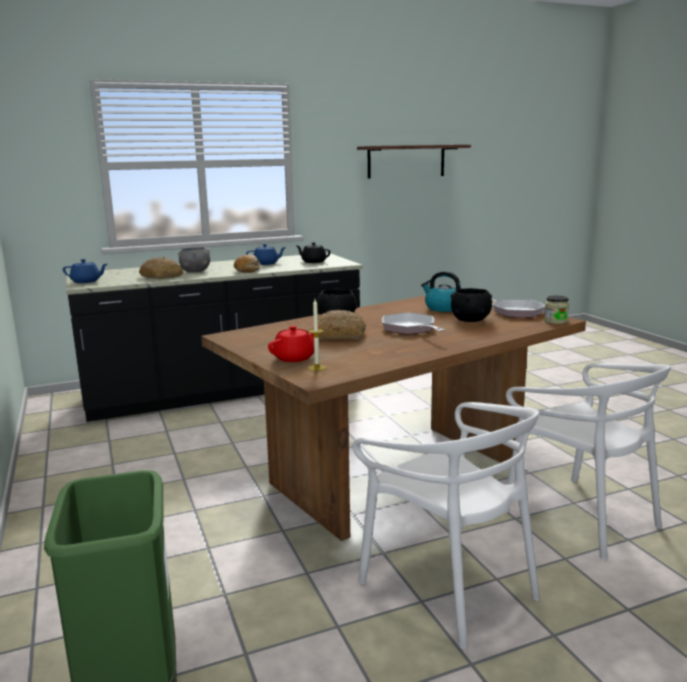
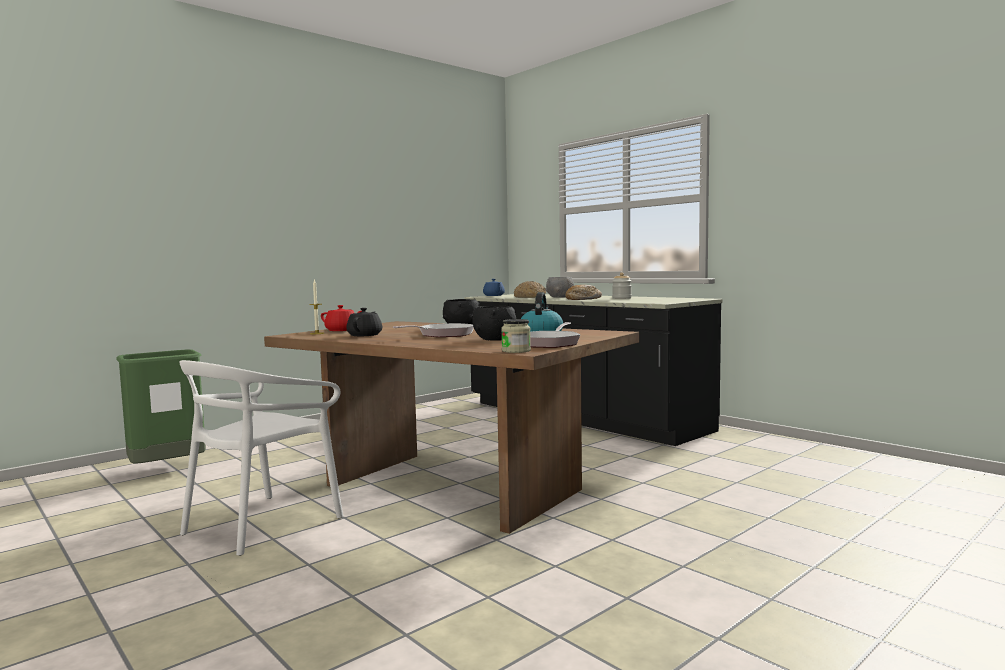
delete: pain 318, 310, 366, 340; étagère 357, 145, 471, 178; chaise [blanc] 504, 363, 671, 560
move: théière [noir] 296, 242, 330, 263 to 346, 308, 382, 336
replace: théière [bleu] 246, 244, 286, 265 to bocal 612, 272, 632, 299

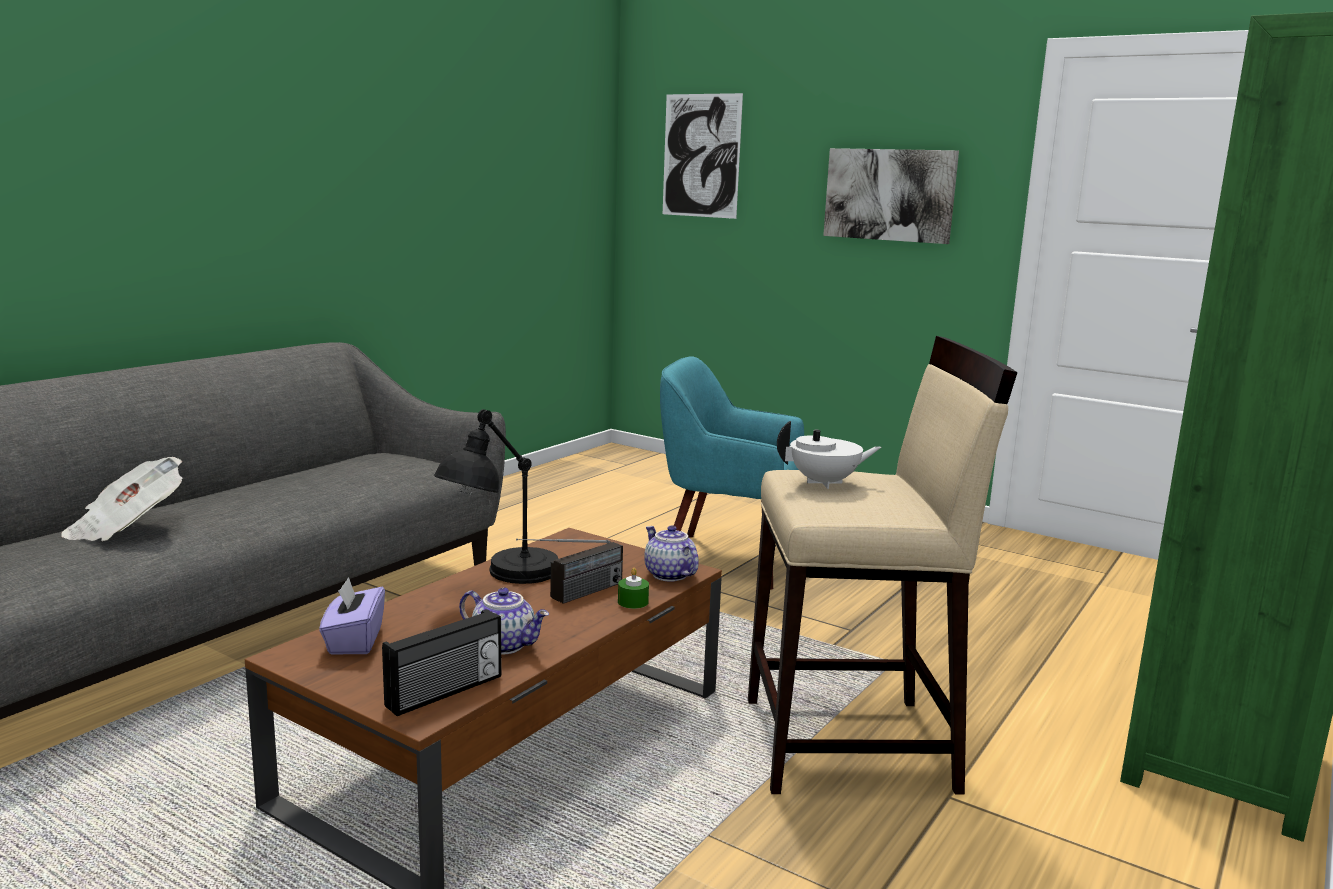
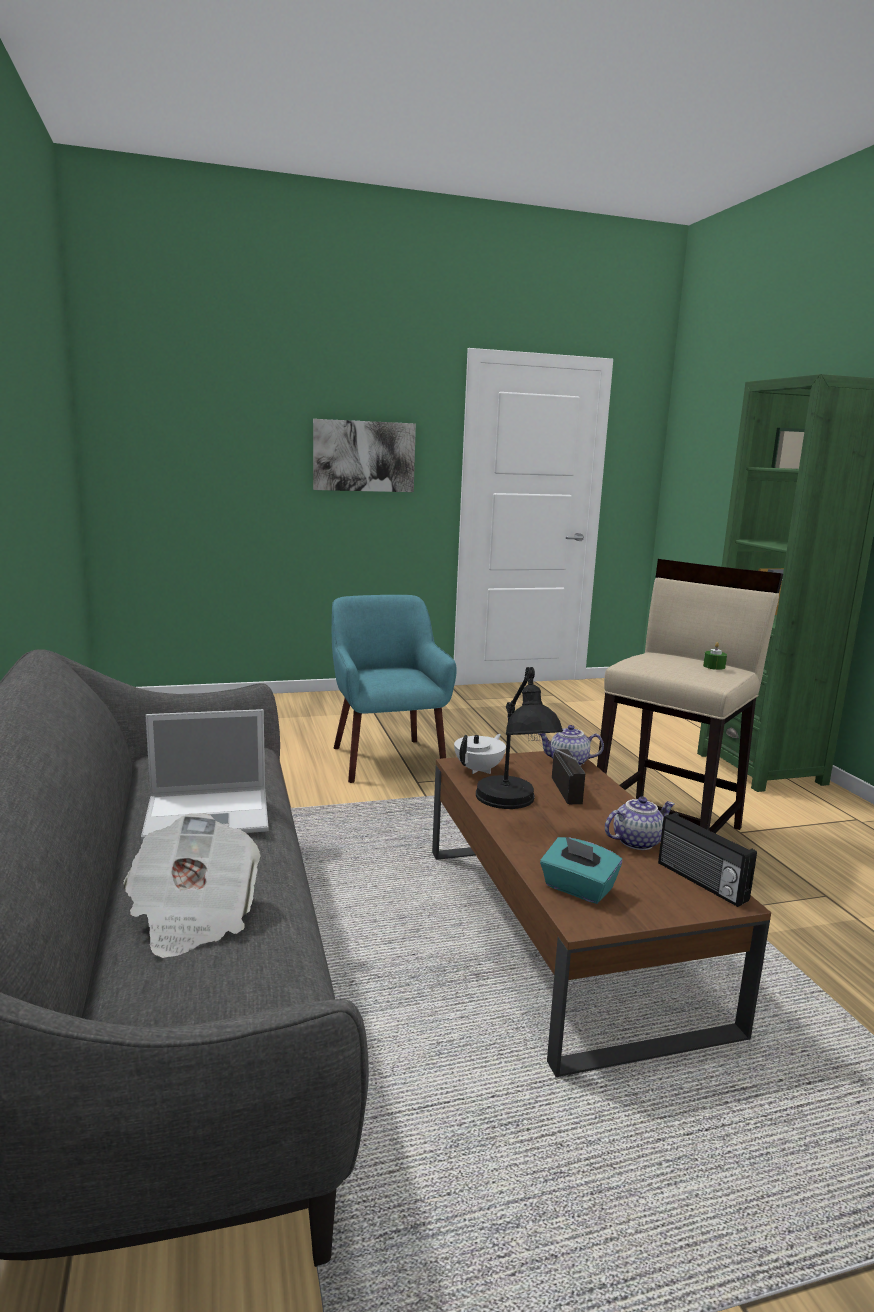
delete: tableau 663, 93, 743, 219
insert: ordinateur portable 141, 709, 269, 841
move: bougie [vert] 618, 568, 649, 609 to 703, 642, 727, 670; théière [blanc] 777, 421, 881, 489 to 454, 734, 506, 774
recolor: boîte à mouchoirs [violet] 319, 577, 385, 654 to boîte à mouchoirs [turquoise] 540, 837, 622, 904
rotate: radio 382, 609, 501, 716 = 658, 813, 757, 907 150 degrees clockwise; fauteuil [turquoise] 660, 356, 804, 590 = 332, 595, 457, 783 105 degrees clockwise

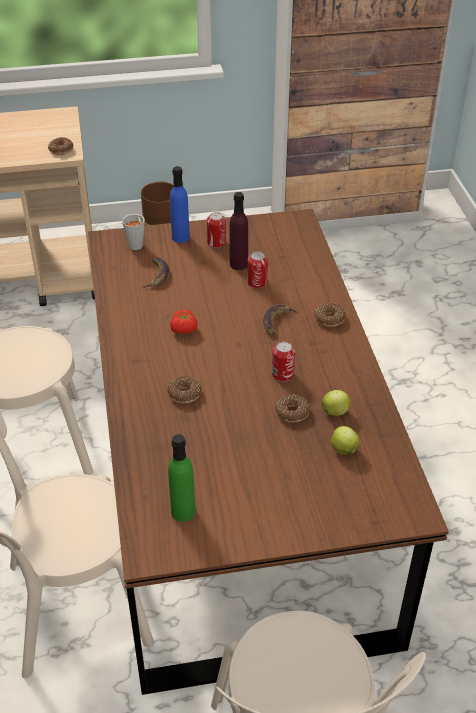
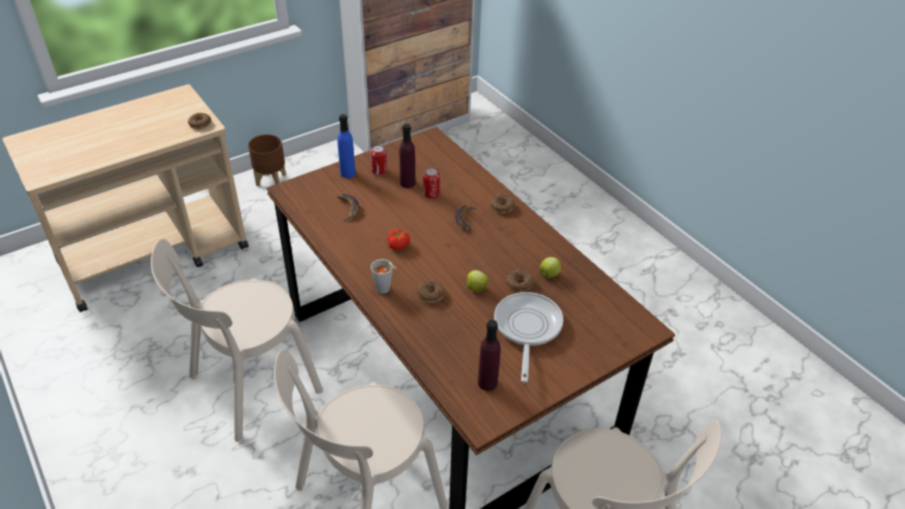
delete: boîte métallique 272, 341, 295, 382
insert: poêle 494, 292, 564, 382
move: tasse [gris] 122, 214, 145, 250 to 371, 259, 396, 294; pomme 331, 426, 360, 455 to 466, 270, 489, 292
recolor: bouteille [vert] 168, 434, 195, 522 to bouteille [violet] 478, 320, 501, 391

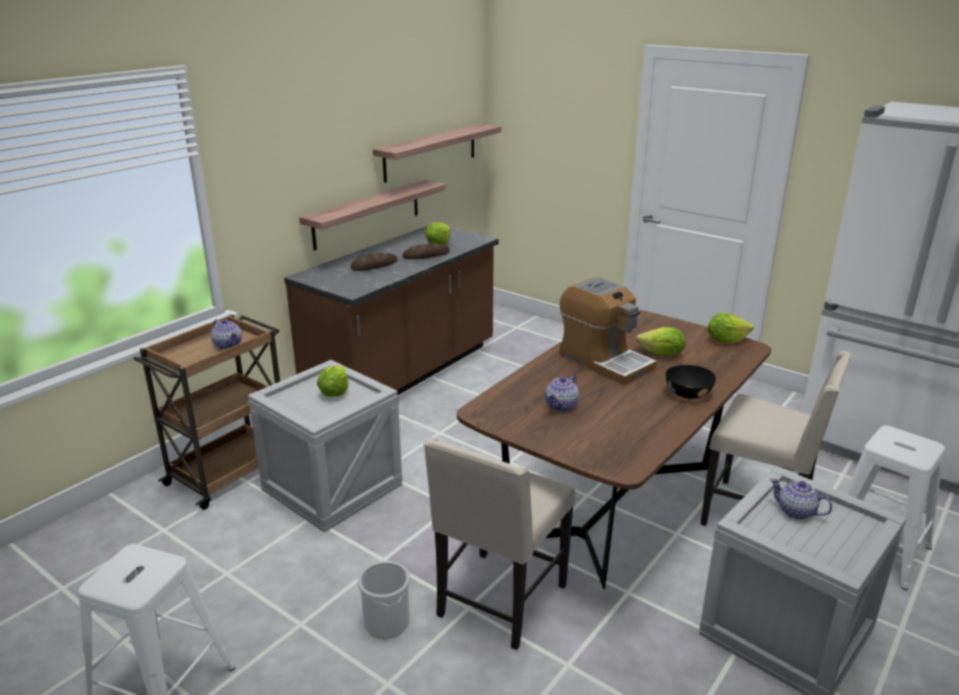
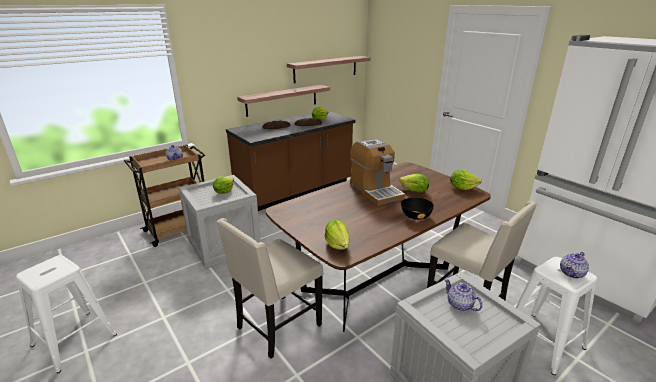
delete: seau 358, 561, 410, 639
insert: laitue 325, 220, 350, 250
move: théière 545, 375, 579, 412 to 560, 252, 589, 279

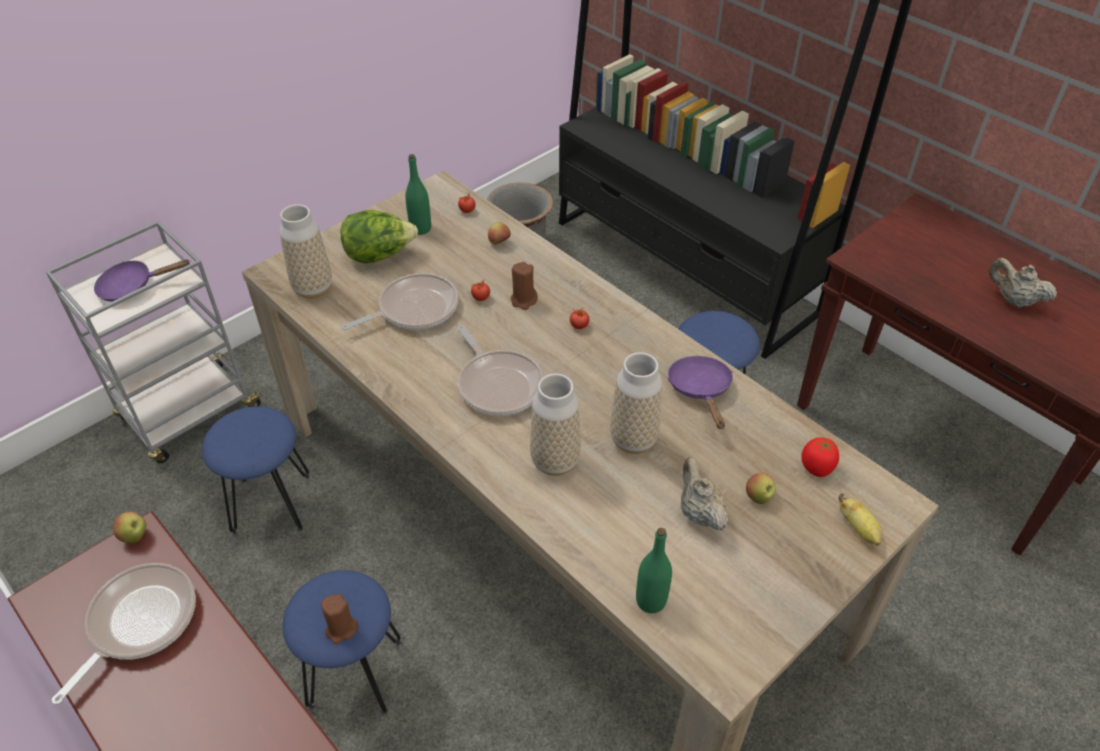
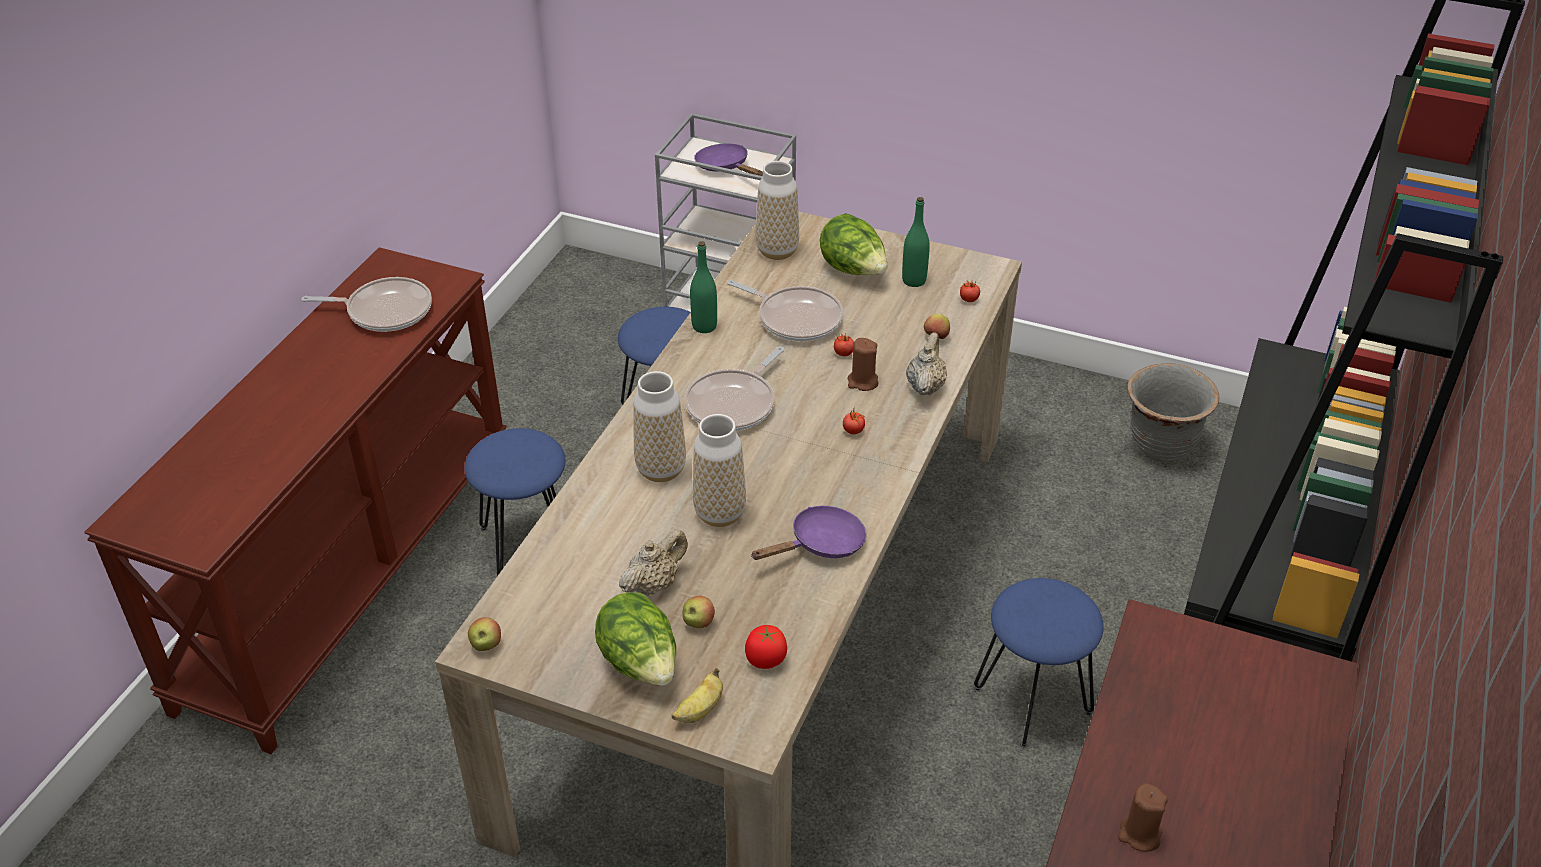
insert: laitue 595, 592, 676, 686
move: pomme 113, 512, 146, 543 to 468, 617, 501, 651; bougie [marron] 321, 594, 358, 645 to 1118, 783, 1168, 852; bouteille [vert] 636, 528, 672, 613 to 690, 241, 717, 333; théière [beige] 989, 258, 1057, 308 to 906, 332, 947, 395

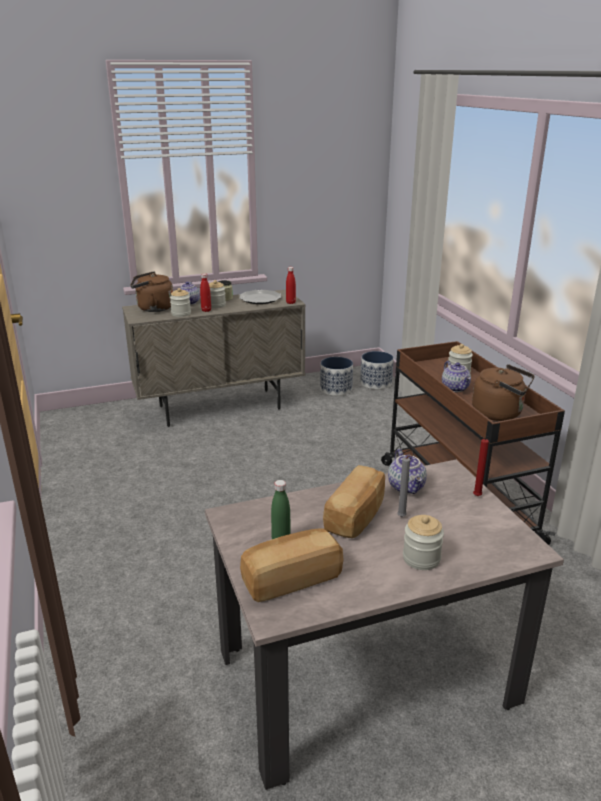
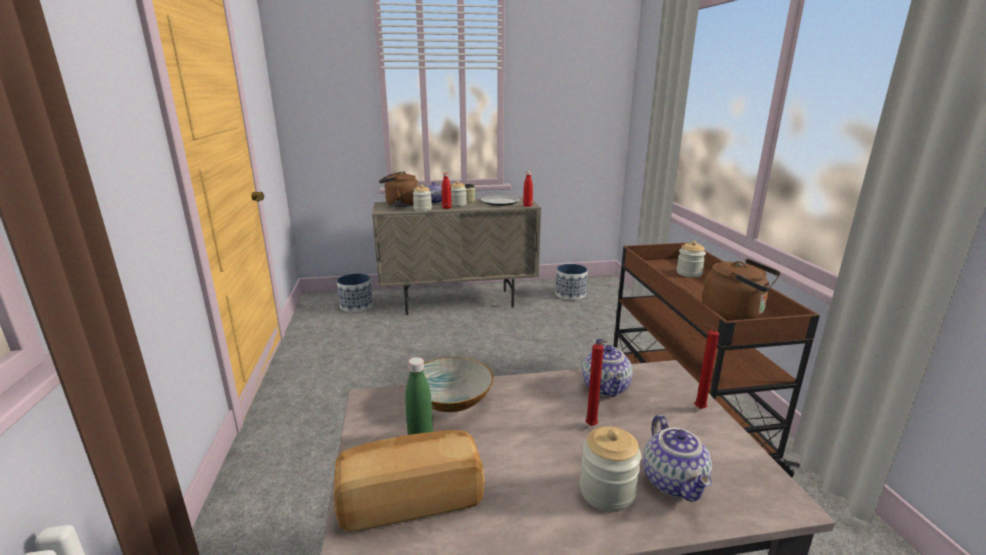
delete: pain 323, 465, 385, 538
insert: bol 423, 357, 494, 412
move: cache-pot 360, 351, 394, 390 to 337, 273, 373, 312; théière 442, 361, 471, 392 to 643, 415, 712, 501
recolor: bougie [gris] 397, 455, 413, 517 to bougie [rouge] 586, 341, 607, 426

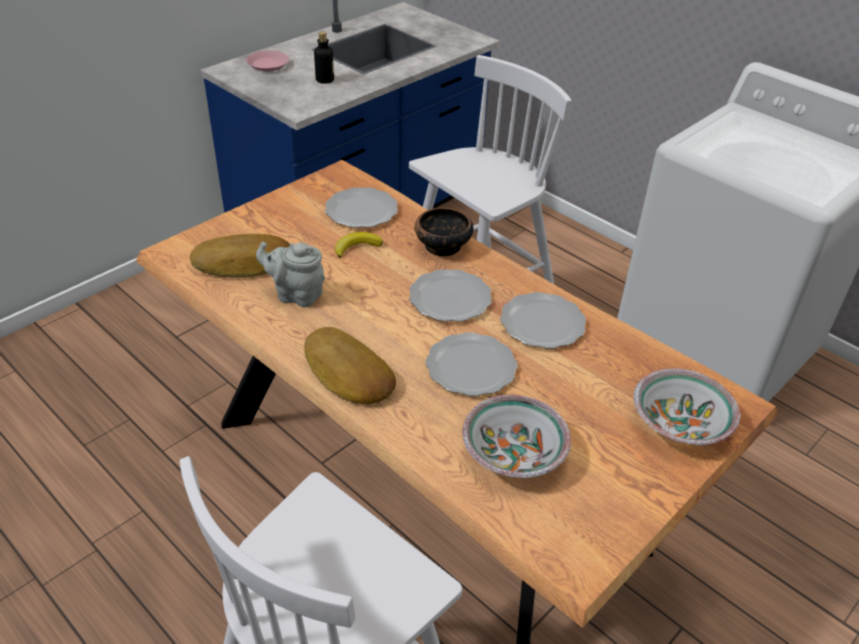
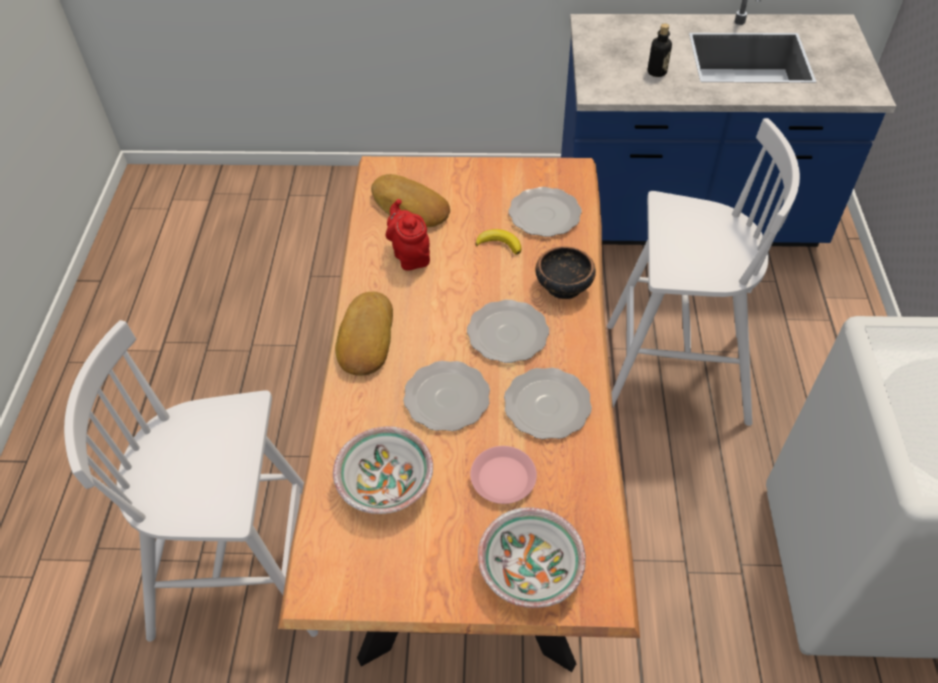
move: assiette [rose] 246, 51, 289, 71 to 470, 446, 537, 504
recolor: théière [gris] 256, 242, 325, 307 to théière [rouge] 386, 199, 430, 271

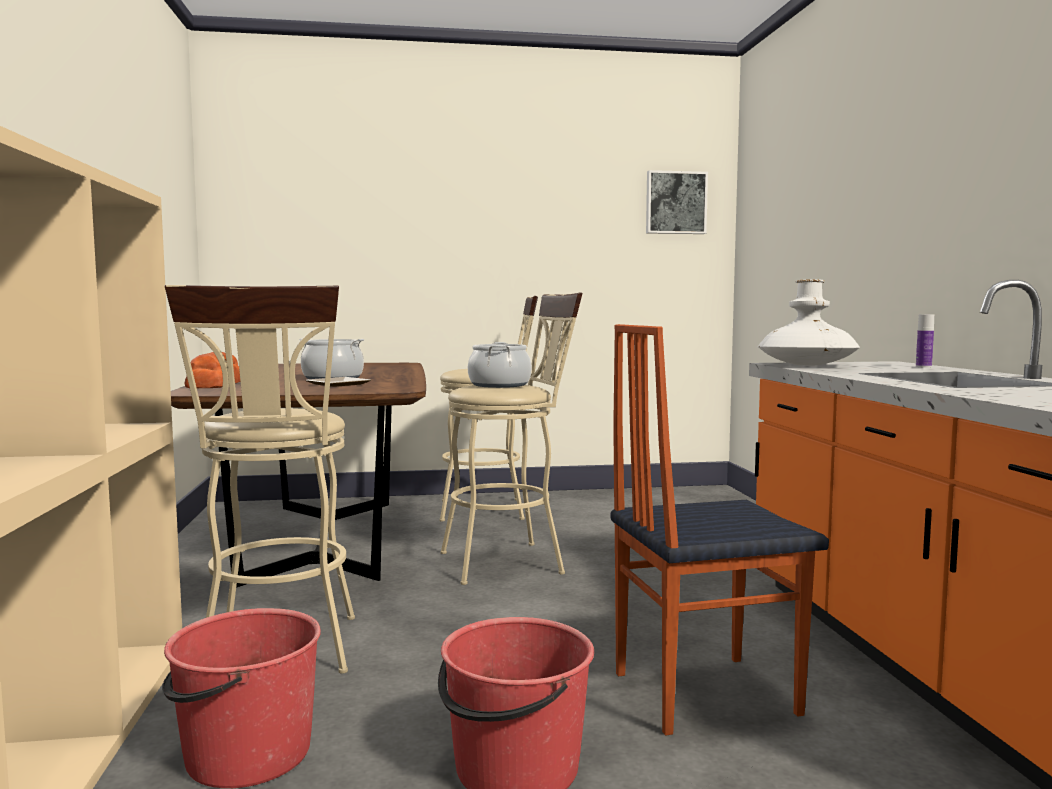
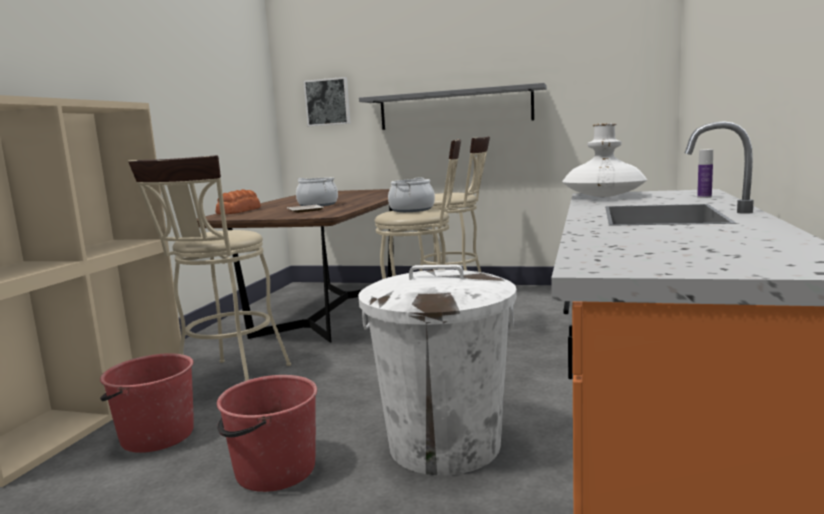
insert: étagère [gris] 359, 83, 547, 130
move: tableau 646, 170, 708, 234 to 304, 77, 350, 126
replace: chaise 611, 324, 829, 736 to poubelle [blanc] 358, 264, 517, 475

